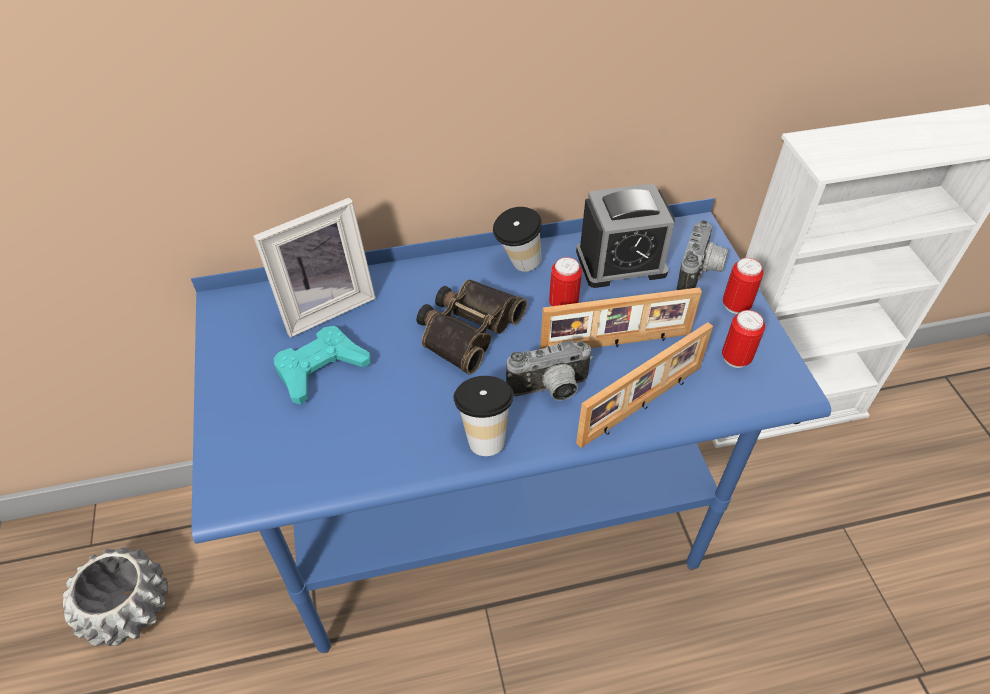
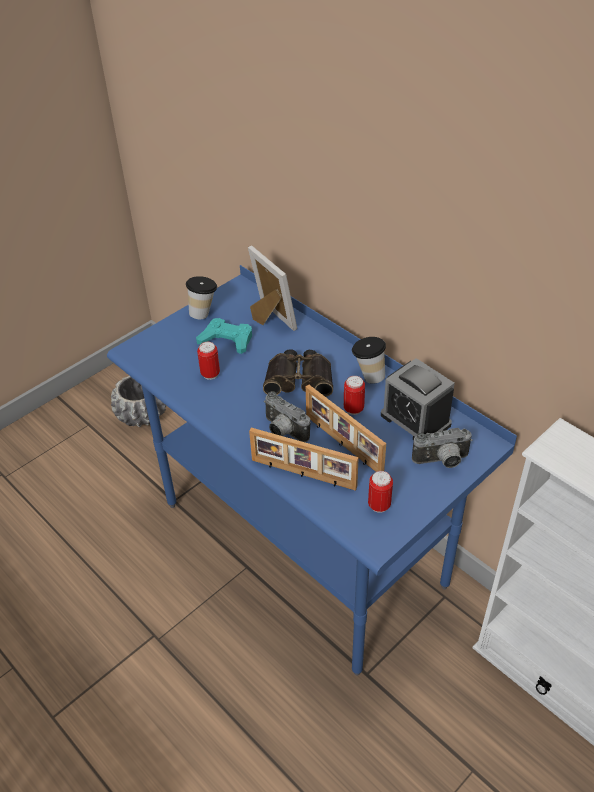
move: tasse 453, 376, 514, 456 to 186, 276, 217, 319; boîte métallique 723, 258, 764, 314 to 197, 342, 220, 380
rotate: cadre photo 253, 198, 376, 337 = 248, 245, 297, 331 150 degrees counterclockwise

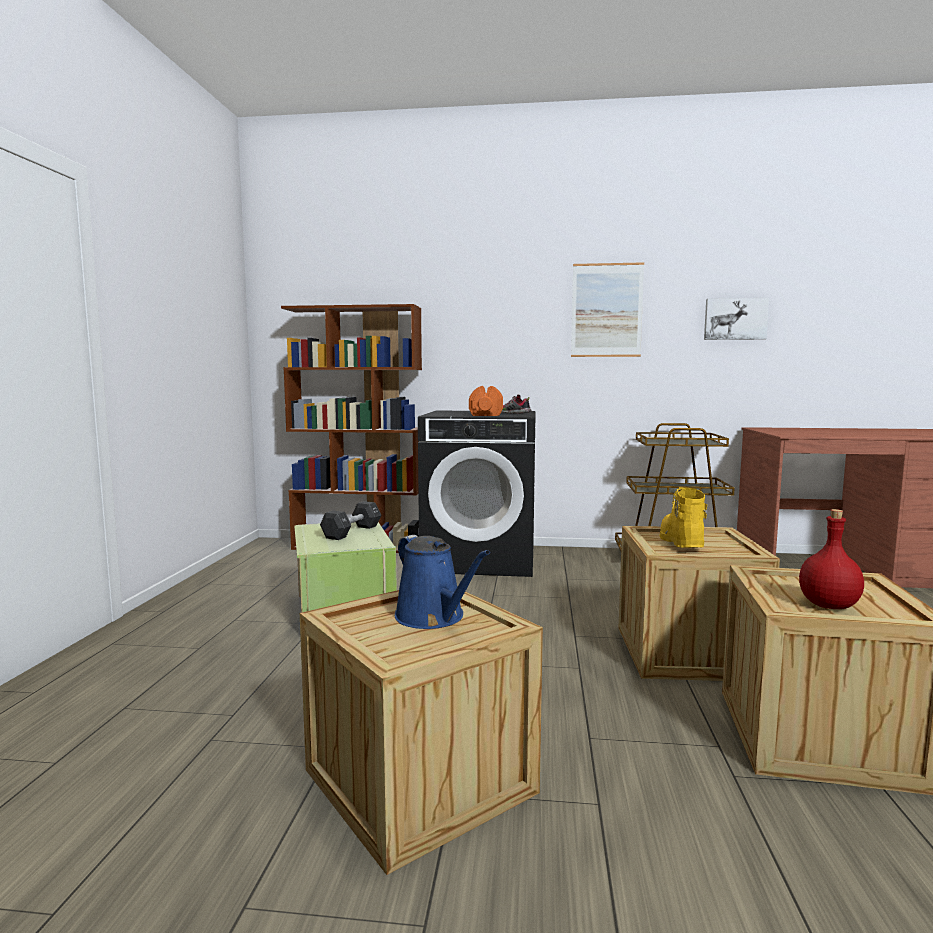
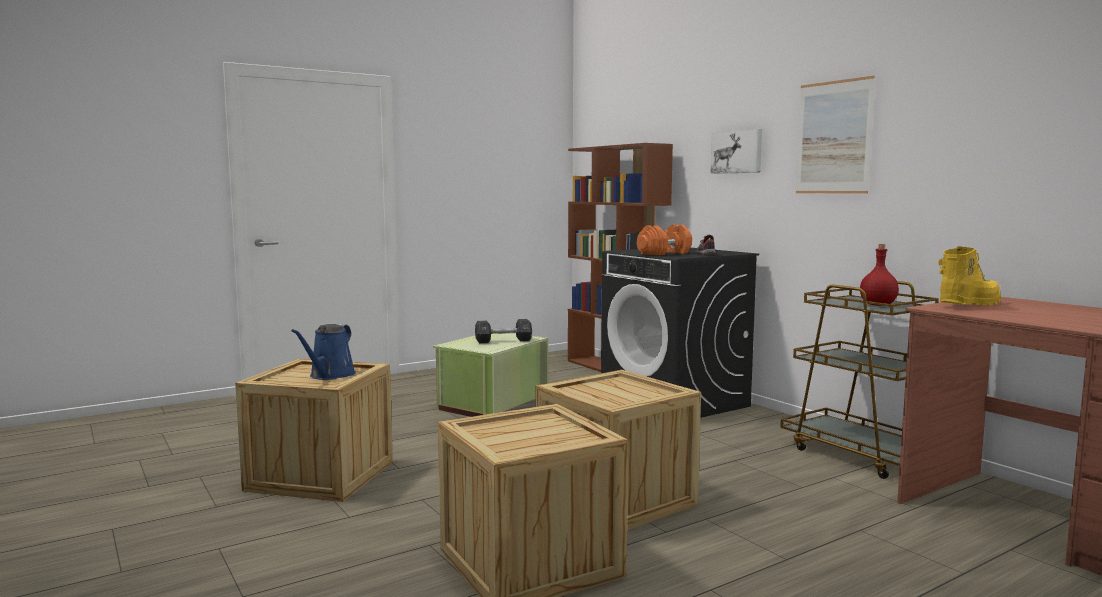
move: botte [jaune] 659, 487, 707, 548 to 938, 246, 1001, 306; tableau 704, 298, 769, 340 to 711, 129, 762, 174; bouteille [rouge] 799, 509, 864, 609 to 860, 244, 899, 306

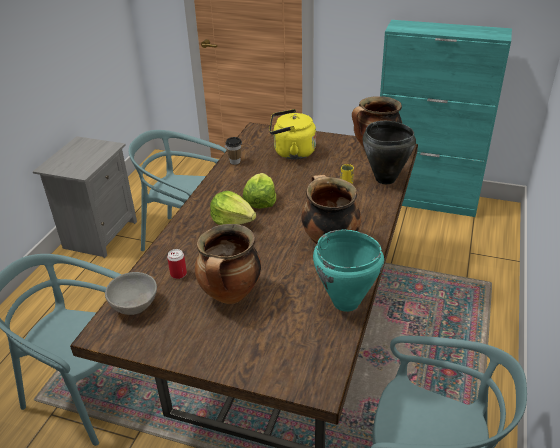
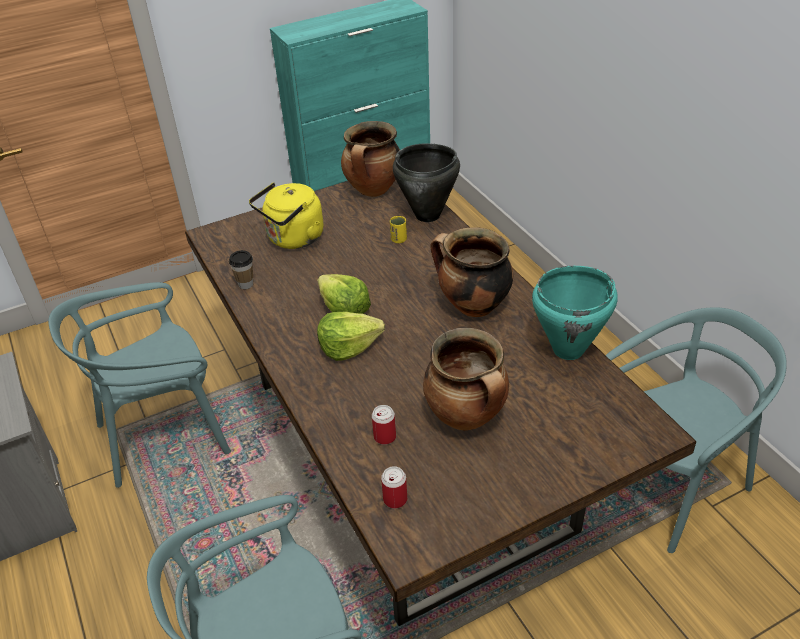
replace: bol [gris] 105, 272, 157, 315 to boîte métallique 381, 466, 407, 509

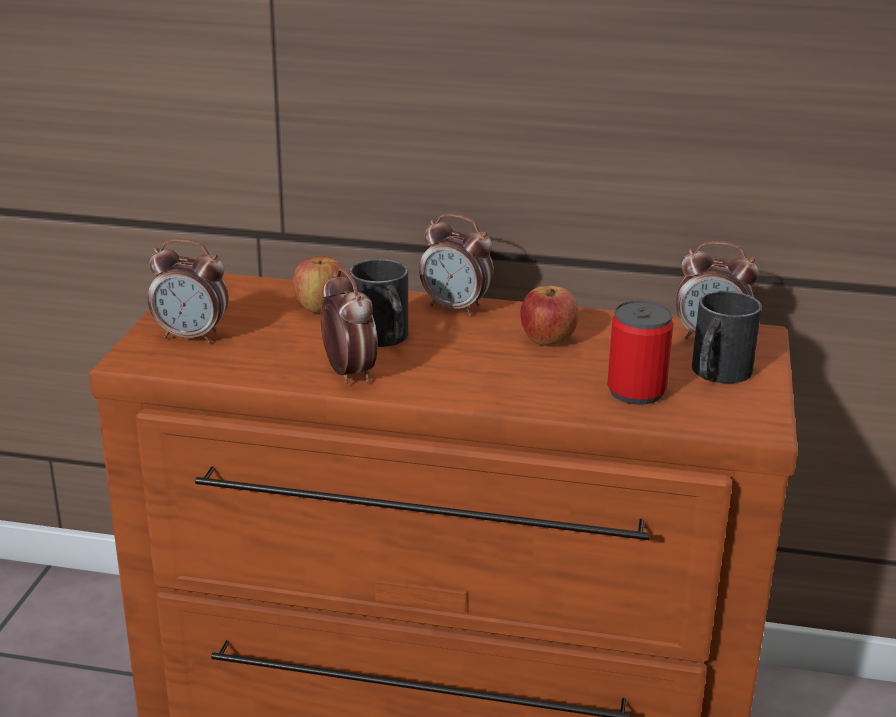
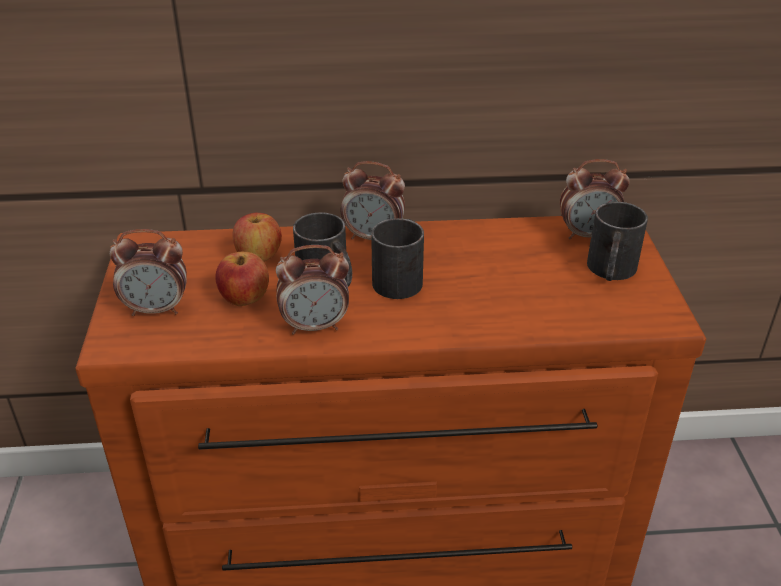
delete: boîte métallique 607, 300, 673, 405
insert: mug [noir] 371, 218, 424, 299
move: pomme 520, 286, 579, 346 to 215, 252, 269, 306
rotate: réveil 321, 268, 378, 384 = 276, 245, 349, 335 120 degrees clockwise

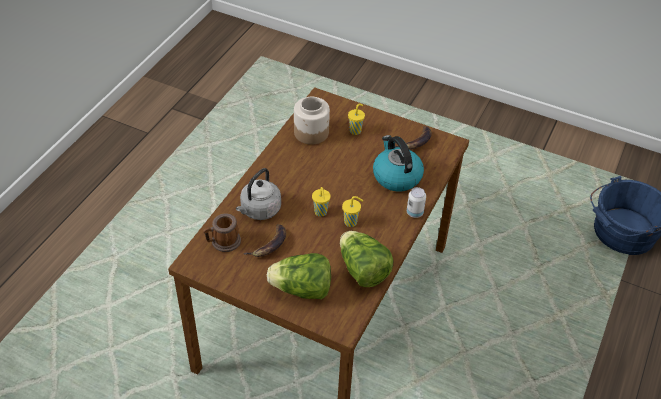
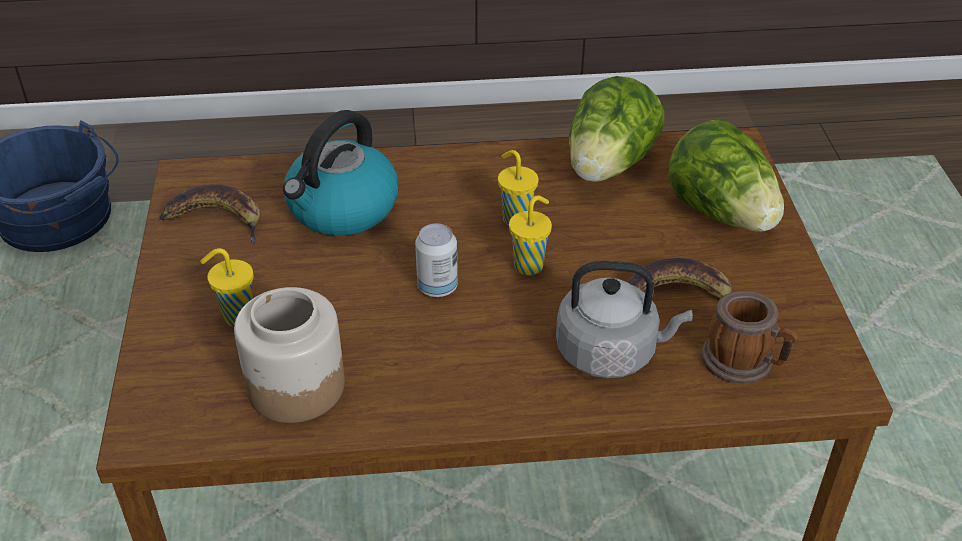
move: boîte métallique 407, 187, 426, 218 to 415, 223, 458, 297

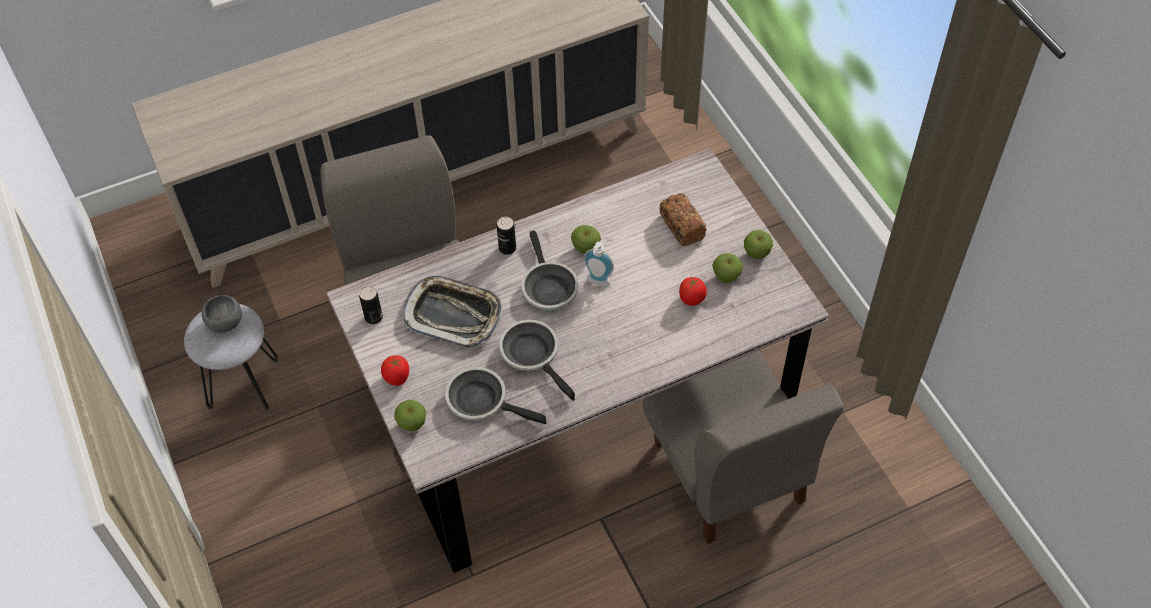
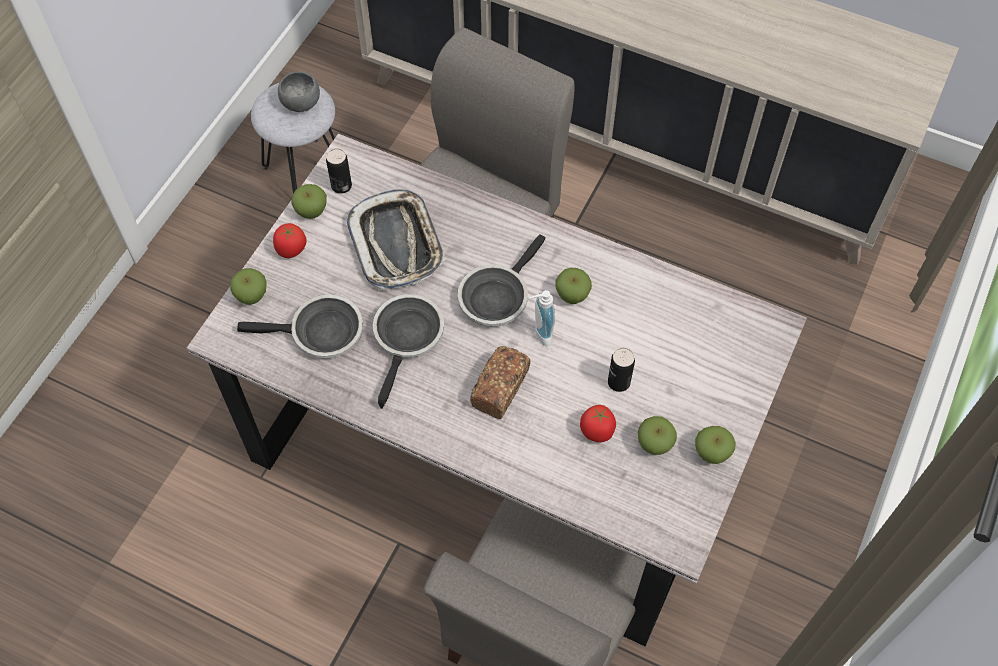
insert: pomme 291, 184, 327, 219
move: boîte métallique 497, 217, 516, 255 to 608, 347, 635, 392; pain 659, 193, 706, 247 to 470, 346, 530, 419
rotate: poêle 445, 367, 546, 424 = 237, 295, 363, 358 105 degrees clockwise

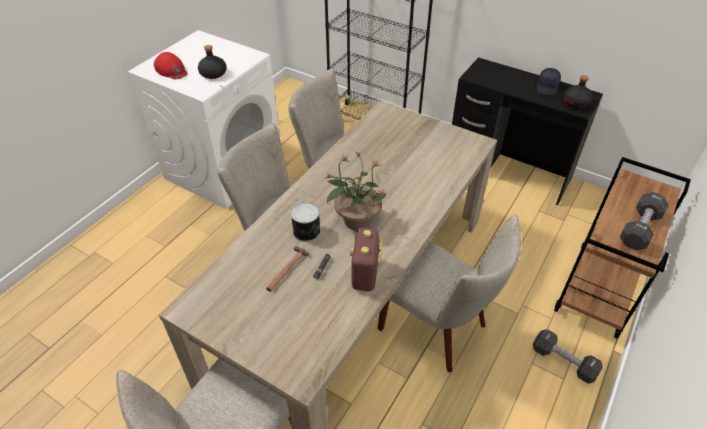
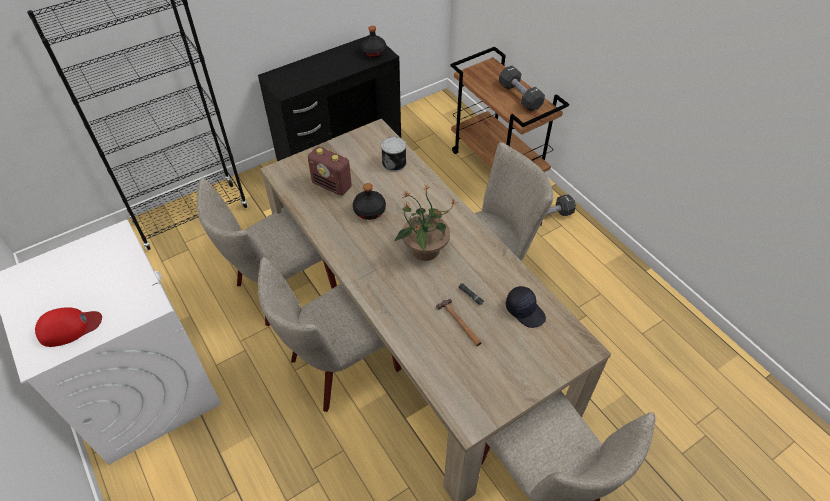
move: bouteille [noir] 198, 45, 227, 79 to 353, 183, 386, 220; boîte métallique 291, 202, 321, 242 to 381, 136, 407, 172; radio 350, 228, 383, 291 to 308, 147, 352, 195; casquette [noir] 537, 68, 561, 95 to 506, 286, 546, 328

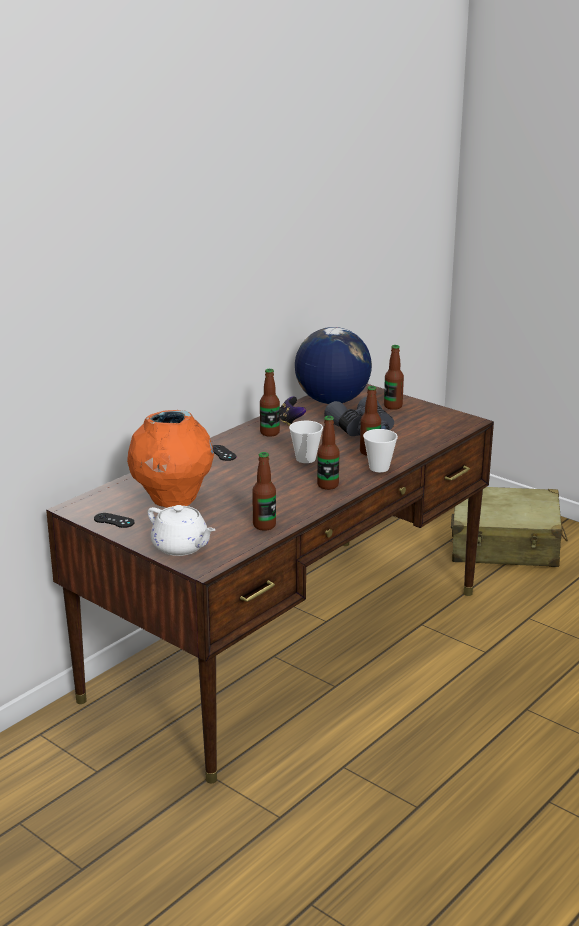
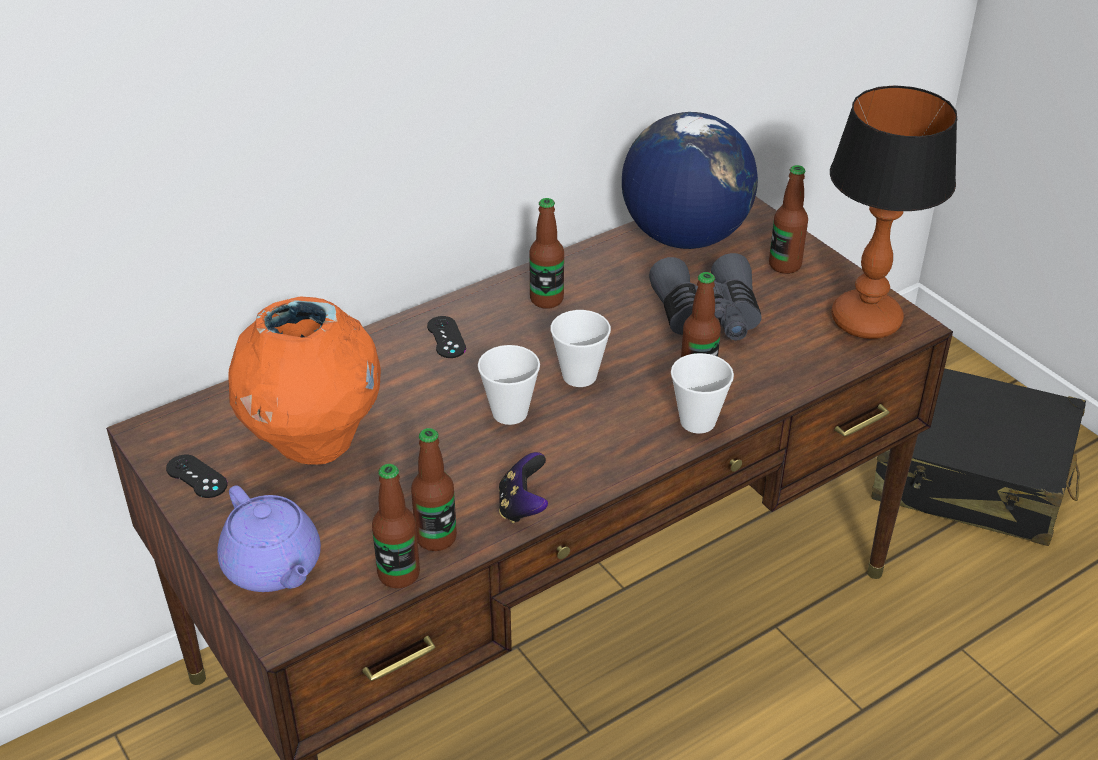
insert: tasse 478, 345, 540, 425; lampe de table 830, 85, 957, 339
move: manette 280, 396, 306, 426 to 499, 452, 548, 523; bouteille 317, 416, 339, 490 to 372, 464, 420, 588
recolor: théière [blanc] 148, 505, 216, 556 to théière [violet] 217, 485, 321, 592; valise [beige] 451, 487, 568, 567 to valise [noir] 871, 368, 1086, 546

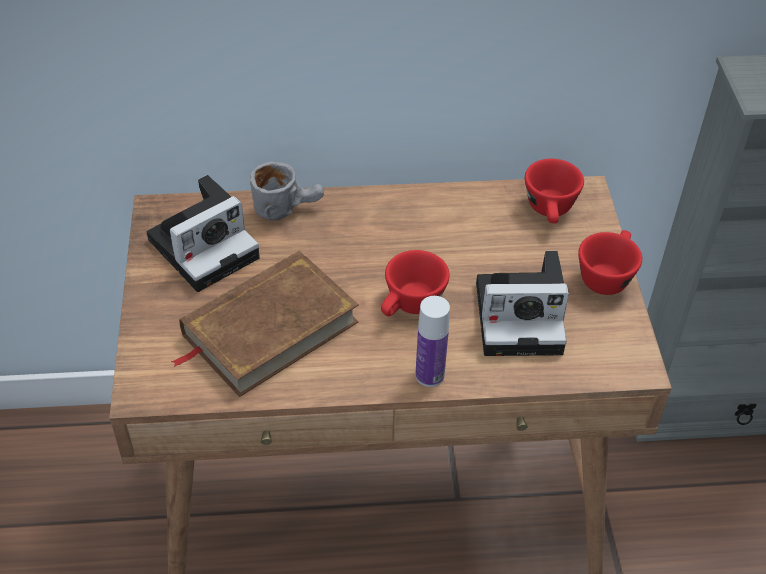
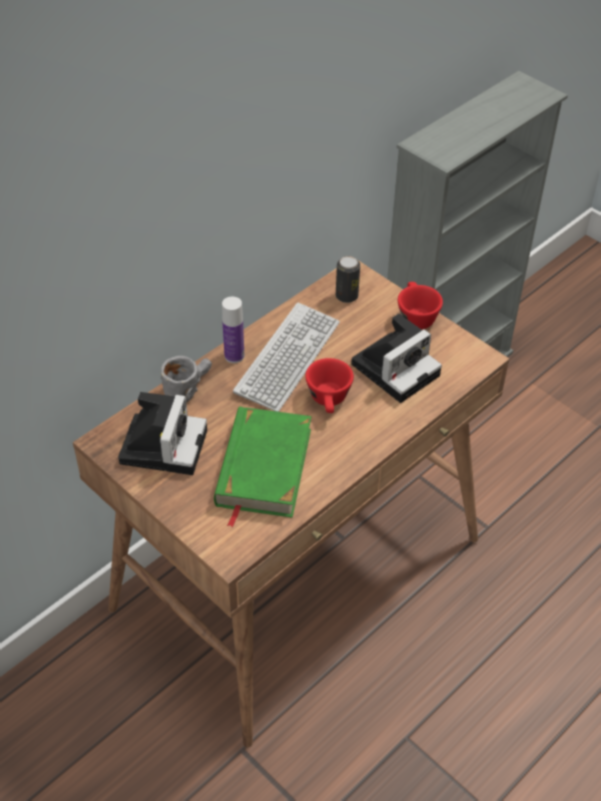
insert: clavier 233, 303, 340, 412
move: bouteille 415, 296, 450, 387 to 222, 297, 244, 363
replace: tasse [rouge] 525, 159, 584, 223 to boîte métallique 336, 256, 360, 303
recolor: livre [marron] 171, 251, 359, 397 to livre [vert] 214, 407, 311, 527

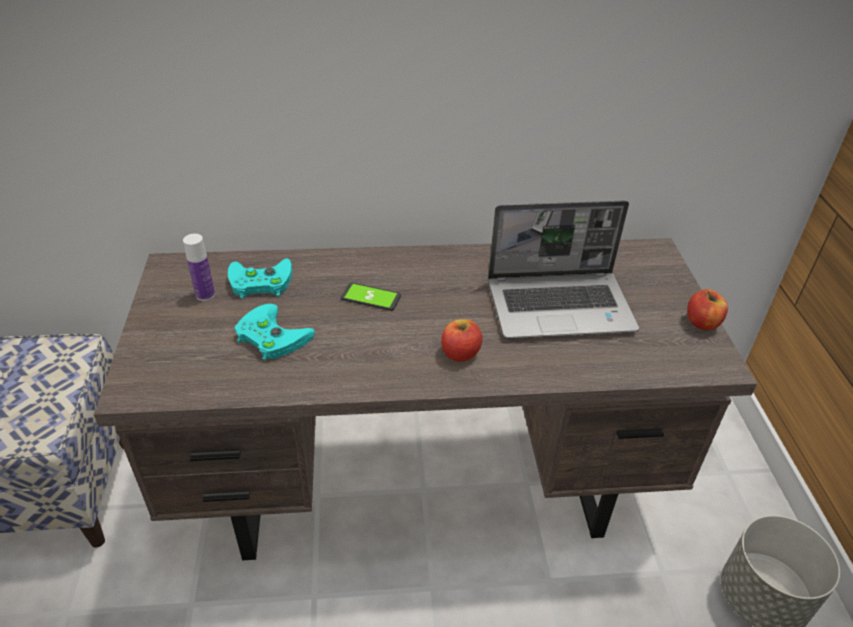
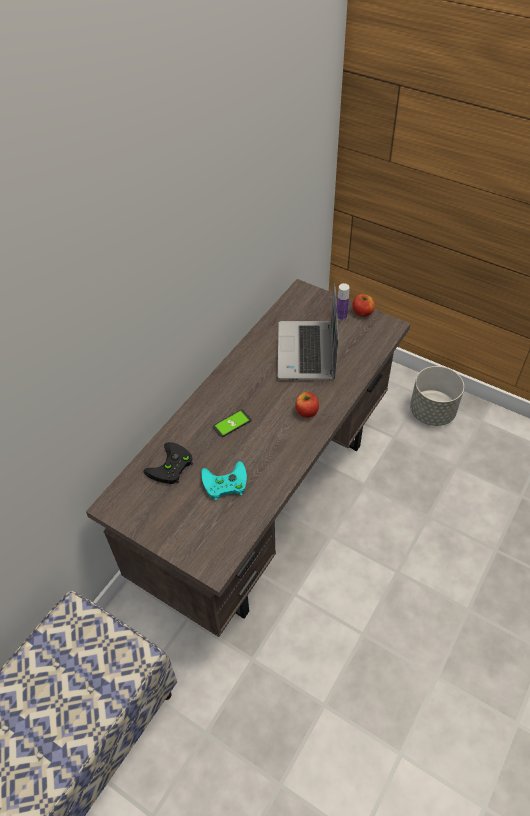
move: bouteille 183, 234, 215, 301 to 337, 283, 350, 321
recolor: manette [turquoise] 228, 258, 292, 299 to manette [noir] 143, 442, 193, 484
rotate: ordinateur portable 488, 201, 639, 338 = 278, 283, 339, 380 150 degrees clockwise

